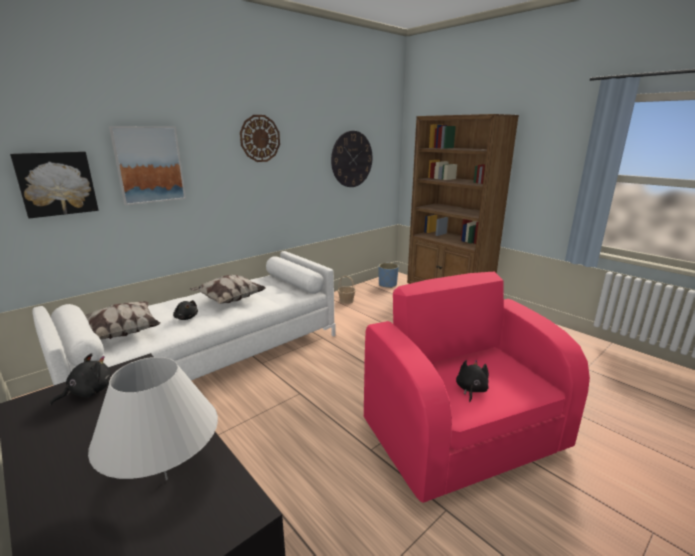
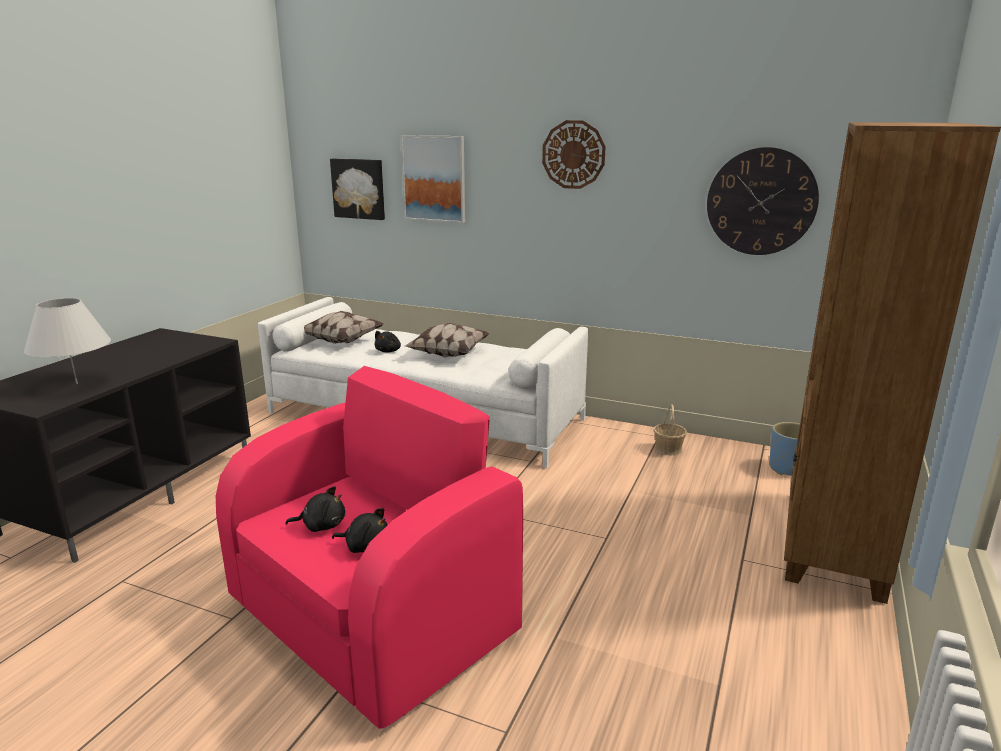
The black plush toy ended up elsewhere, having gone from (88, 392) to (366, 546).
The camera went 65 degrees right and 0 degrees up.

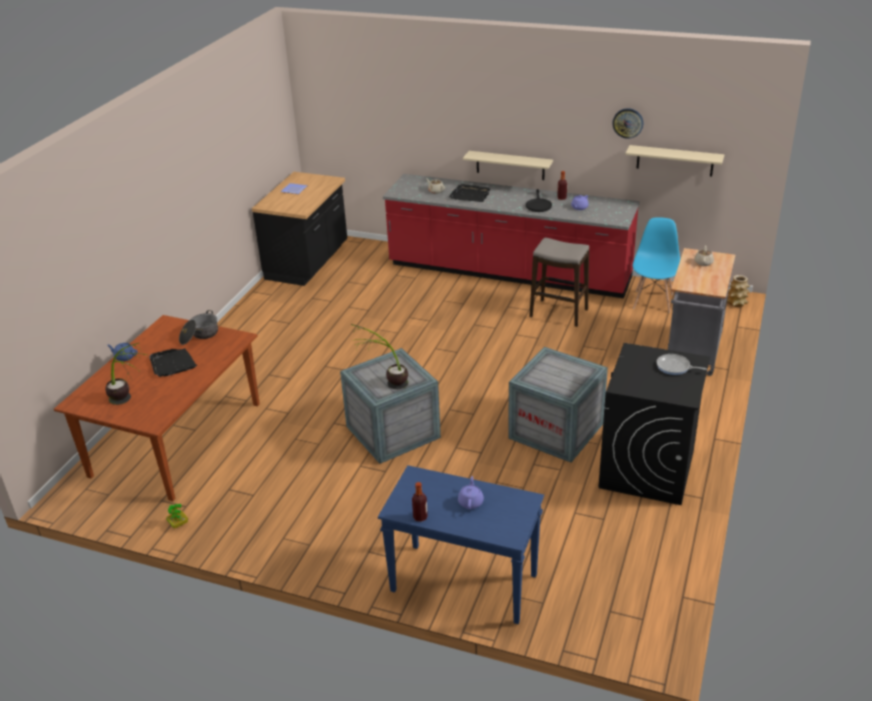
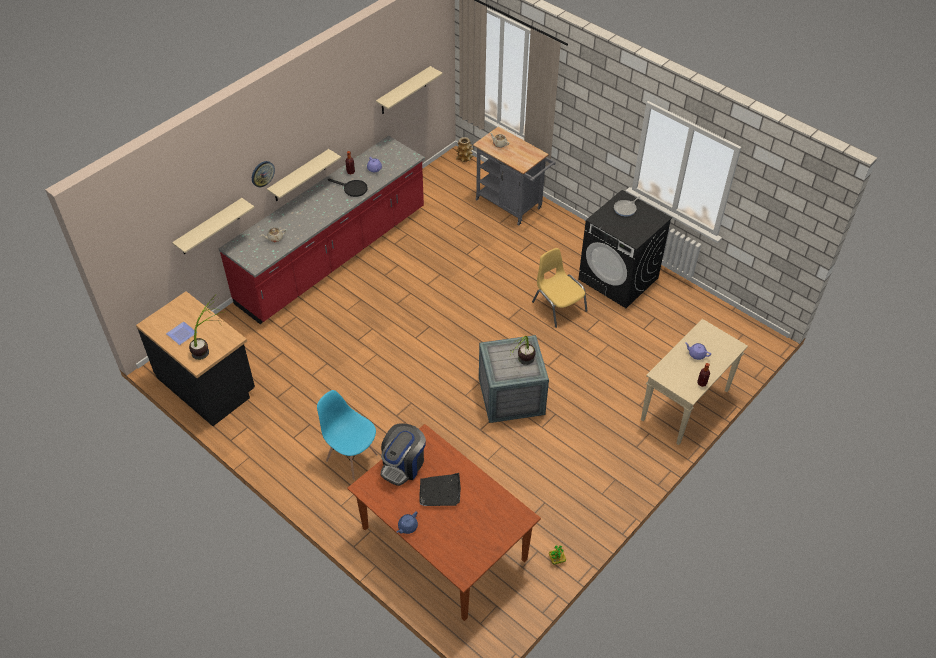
The potted plant ended up elsewhere, having gone from (130, 401) to (209, 347).
Where the cooking pot stood at (199, 335), the coffee machine came to stand at (403, 465).
What was the blue console table at (462, 583) turned into the beige console table at (685, 406).
The second view lost the black tray at (470, 195).
Where the crate stood at (557, 431), the yellow chair came to stand at (558, 306).
The second view lost the stool at (558, 313).
The wall clock ended up elsewhere, having gone from (628, 123) to (262, 173).
The blue chair ended up elsewhere, having gone from (653, 301) to (351, 457).
The second view gained the beige shelf at (209, 227).
The camera went 70 degrees left and 15 degrees up.

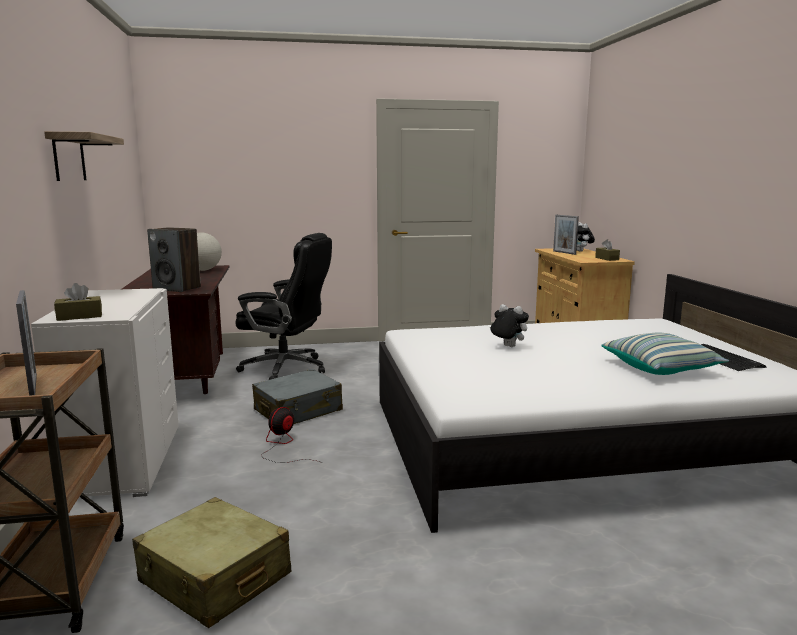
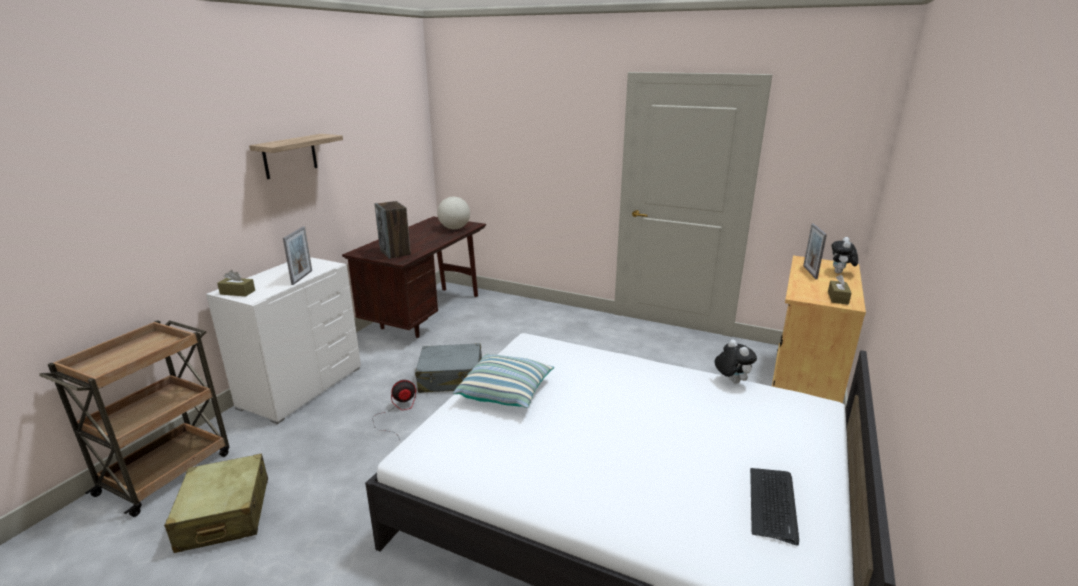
The picture frame ended up elsewhere, having gone from (33, 386) to (302, 277).
The second view lost the black office chair at (286, 368).
The plush toy ended up elsewhere, having gone from (507, 346) to (731, 381).
The pillow ended up elsewhere, having gone from (661, 368) to (505, 392).
The camera went 35 degrees right and 10 degrees up.

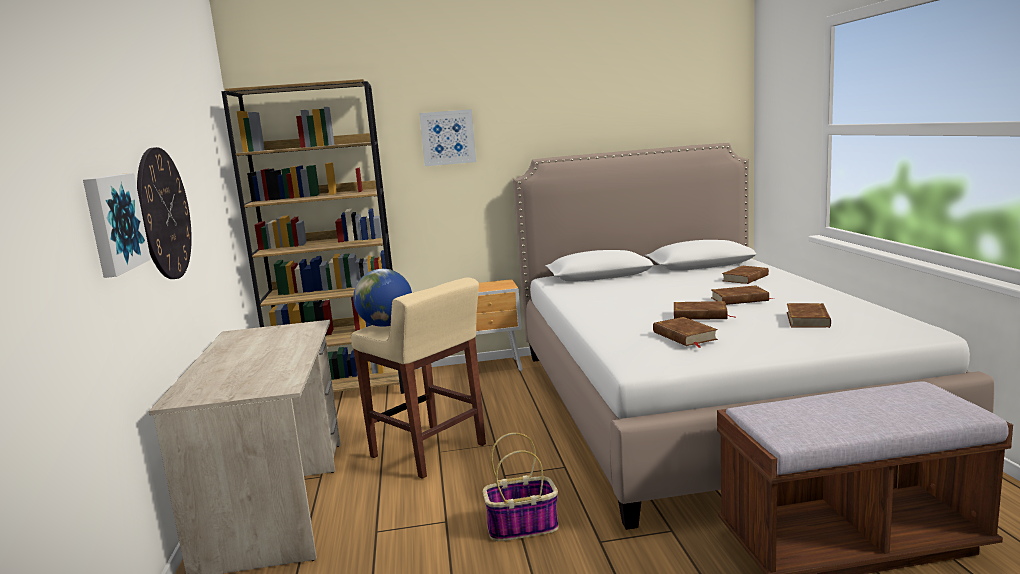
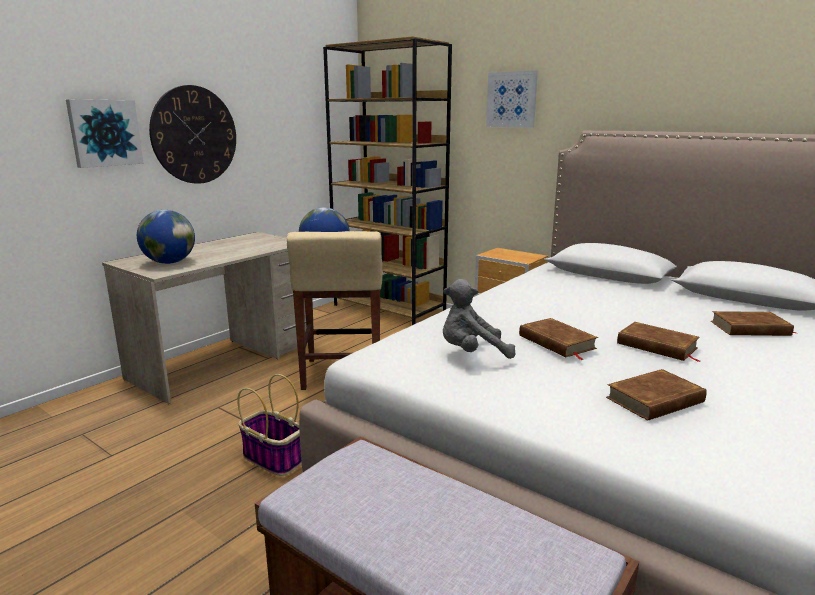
Where the brown book stood at (684, 336), the grey plush toy came to stand at (472, 353).
The second view gained the globe at (169, 262).
The camera went 45 degrees right and 5 degrees up.

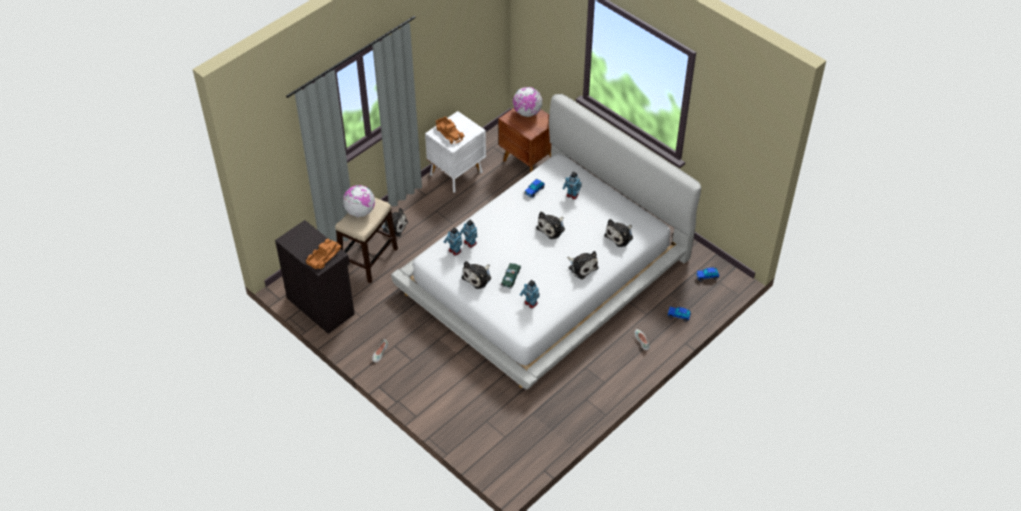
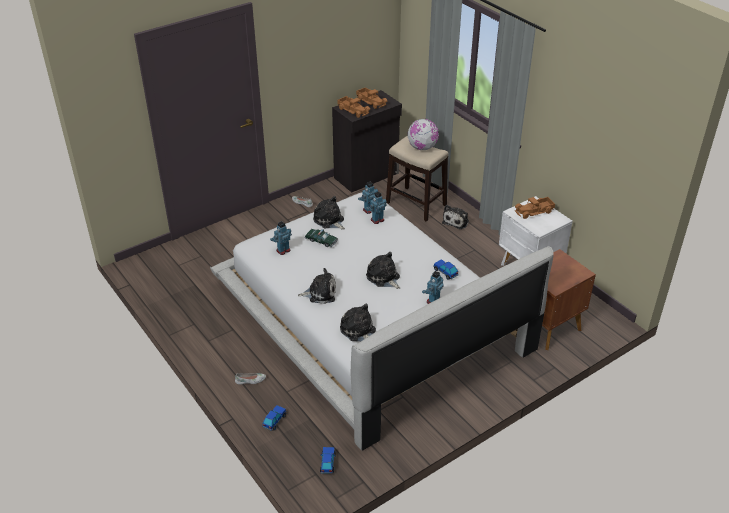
The second view lost the globe at (527, 112).
The plush toy at (582, 267) ended up facing another way, 150 degrees counterclockwise from before.
The second view gained the toy truck at (371, 101).
The camera went 100 degrees right and 10 degrees down.

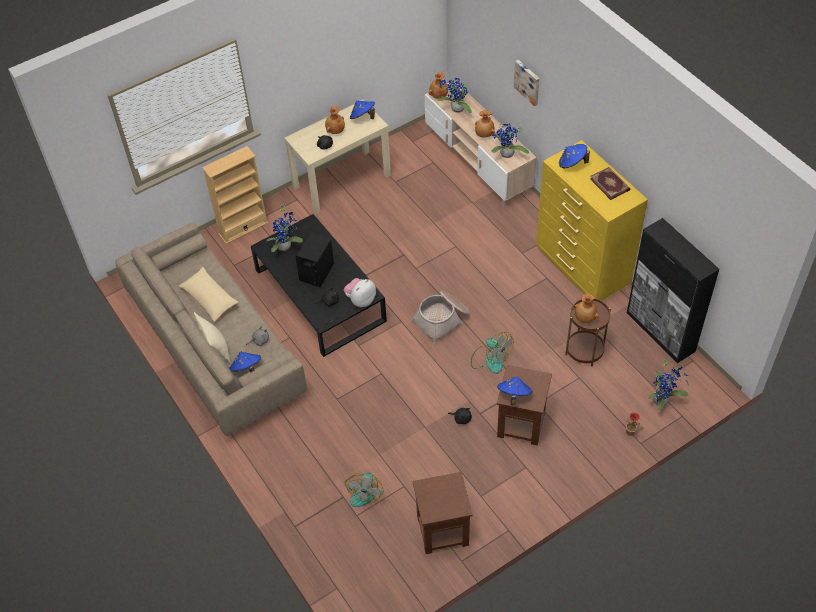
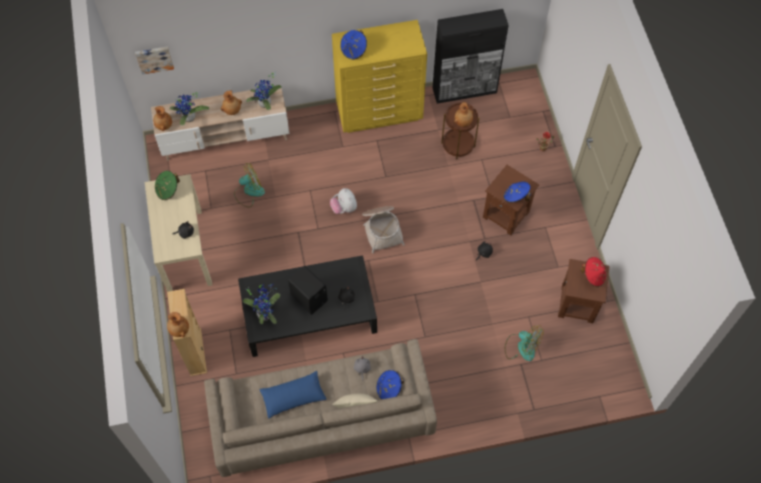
What was the beige pillow at (209, 298) turned into the blue pillow at (293, 396).
The brown vase ended up elsewhere, having gone from (335, 130) to (179, 330).
The plush toy ended up elsewhere, having gone from (361, 300) to (344, 208).
What was the blue hat at (363, 117) turned into the green hat at (167, 190).
The fan ended up elsewhere, having gone from (490, 359) to (249, 191).
The picture ended up elsewhere, having gone from (528, 82) to (154, 59).
The second view lost the book at (610, 184).
The second view lost the potted plant at (662, 399).
The second view gained the red hat at (593, 276).
The camera went 70 degrees left and 10 degrees up.

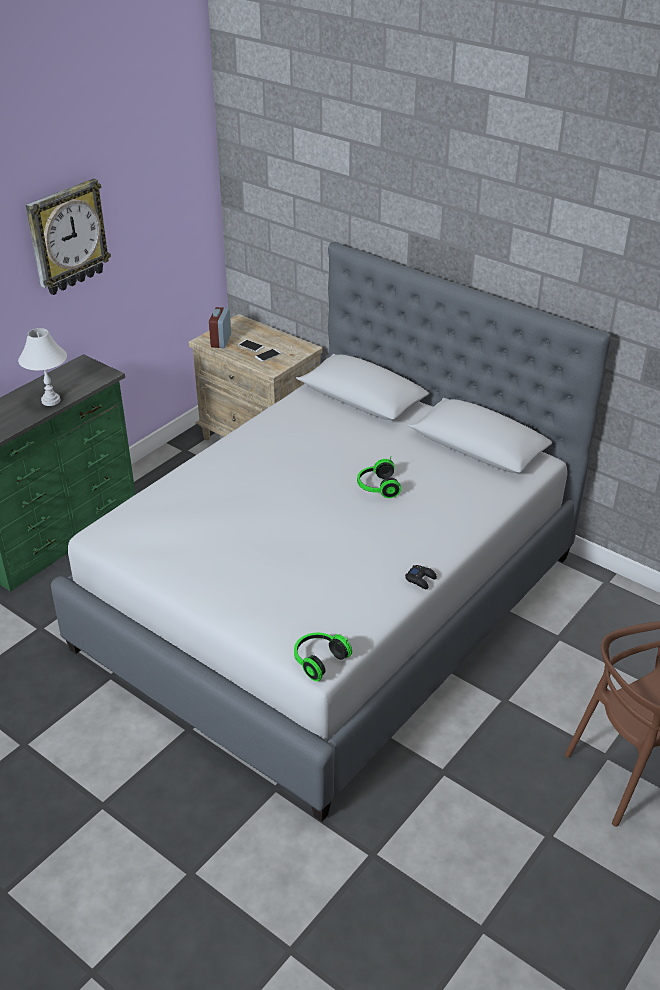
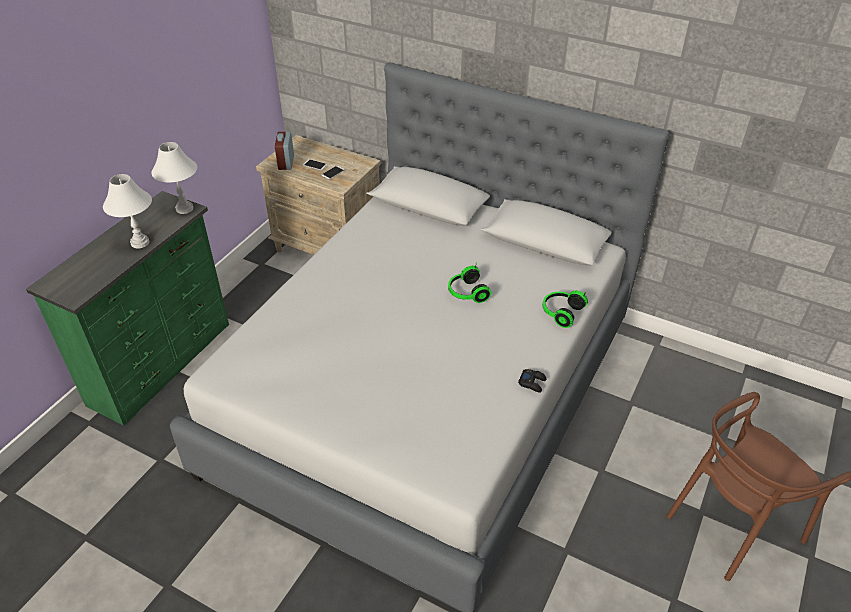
The second view lost the wall clock at (67, 237).
The headphones ended up elsewhere, having gone from (318, 660) to (561, 312).
The second view gained the white table lamp at (185, 208).
The camera went 10 degrees left and 5 degrees up.

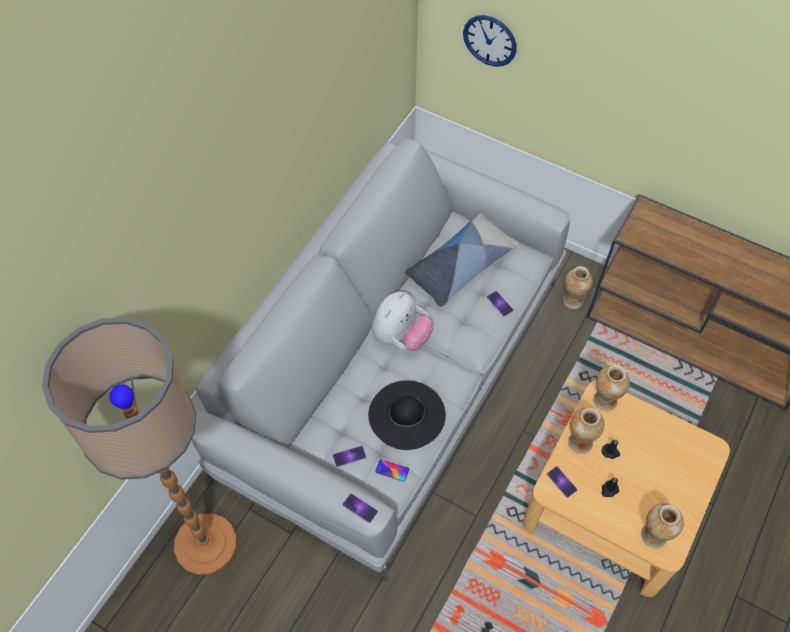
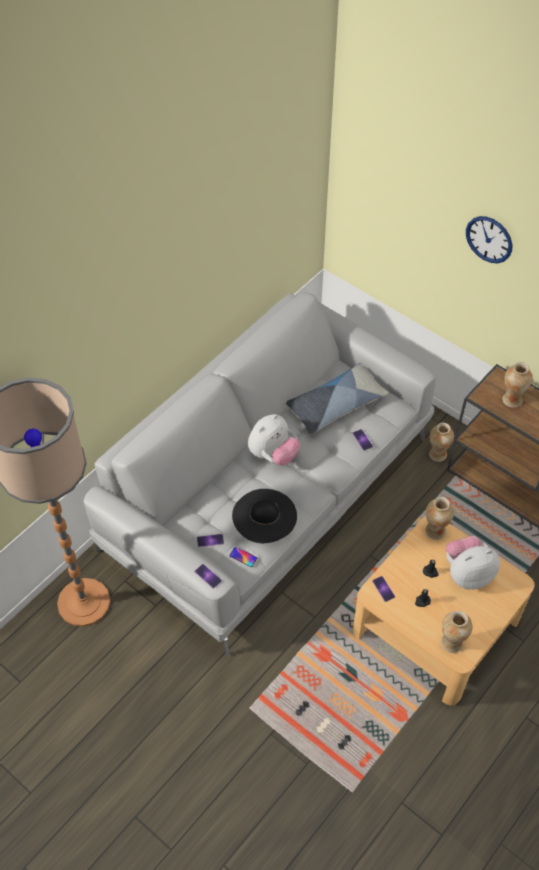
The wall clock ended up elsewhere, having gone from (490, 40) to (489, 239).
The vase ended up elsewhere, having gone from (579, 442) to (511, 400).
The second view gained the plush toy at (467, 573).
The camera went 10 degrees right and 5 degrees down.

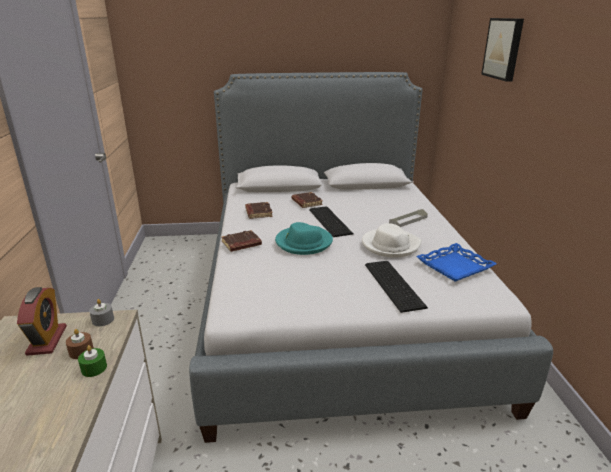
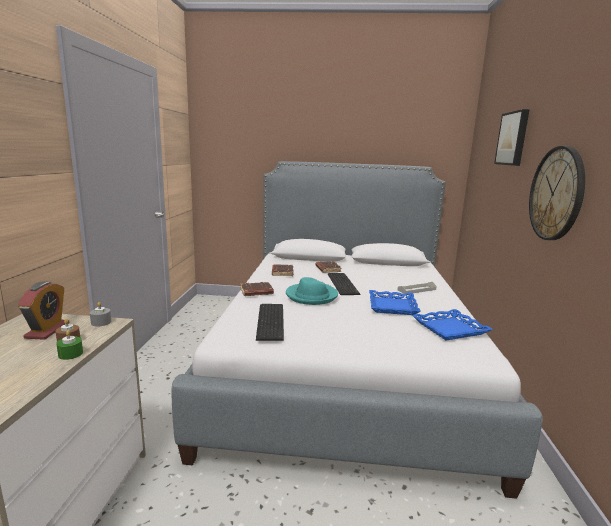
Where the white hat stood at (390, 245), the blue tray came to stand at (392, 306).
The keyboard ended up elsewhere, having gone from (395, 284) to (272, 321).
The second view gained the wall clock at (556, 194).
The camera went 10 degrees right and 10 degrees down.

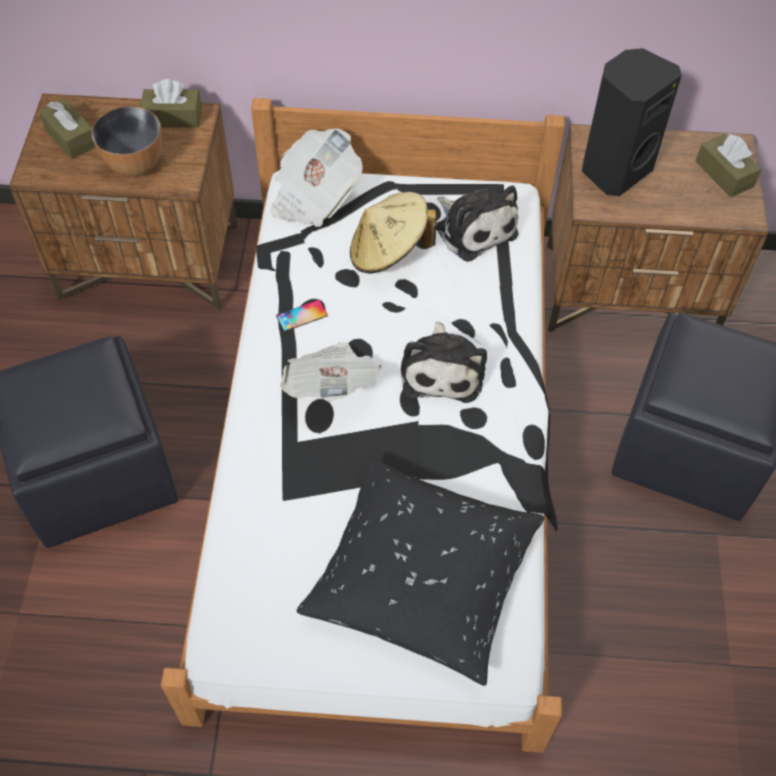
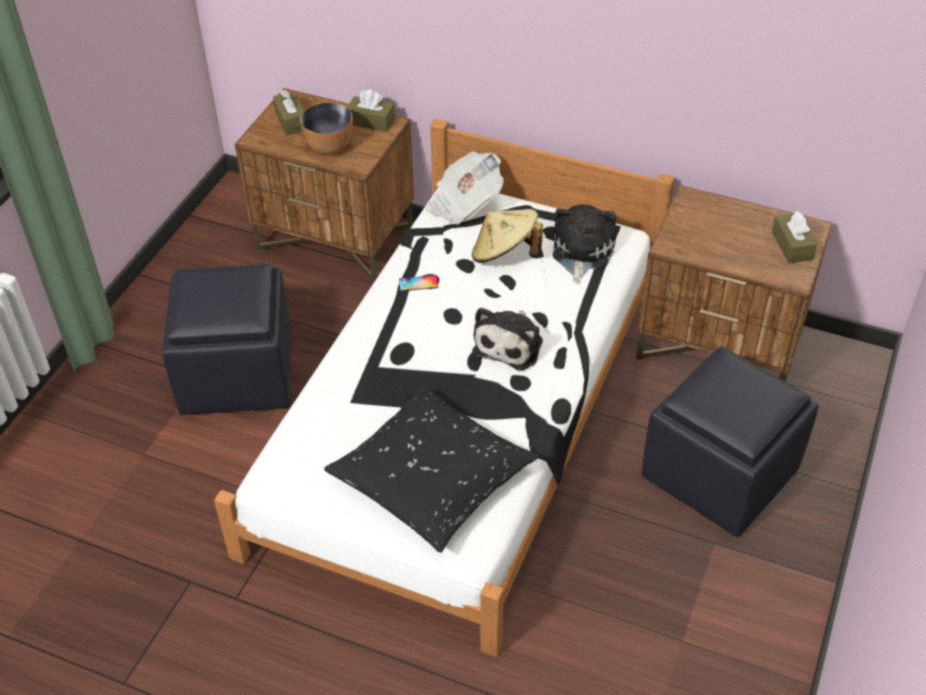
The second view lost the newspaper at (331, 386).
The plush toy at (473, 228) ended up facing another way, 150 degrees counterclockwise from before.
The second view lost the black speaker at (614, 170).
The camera went 20 degrees right and 10 degrees down.

